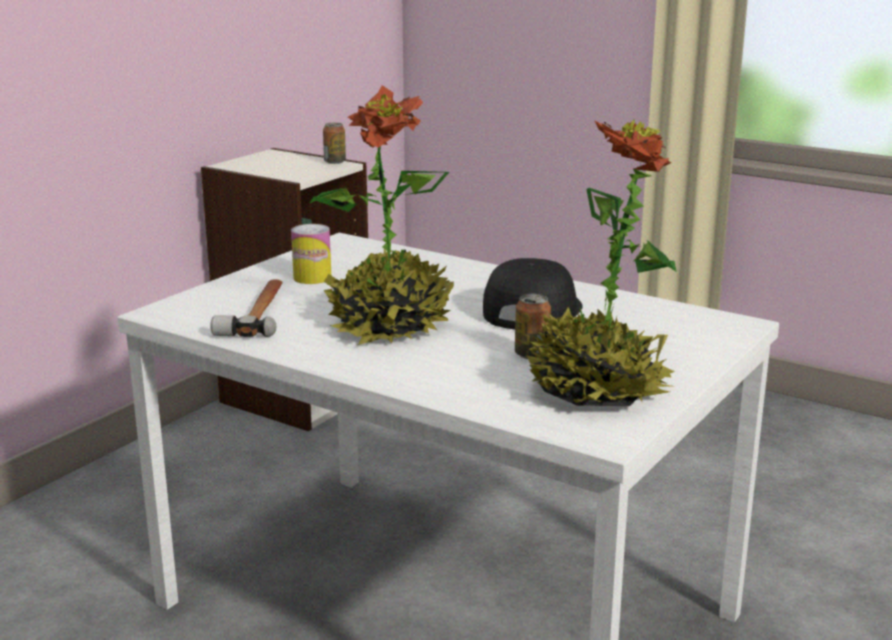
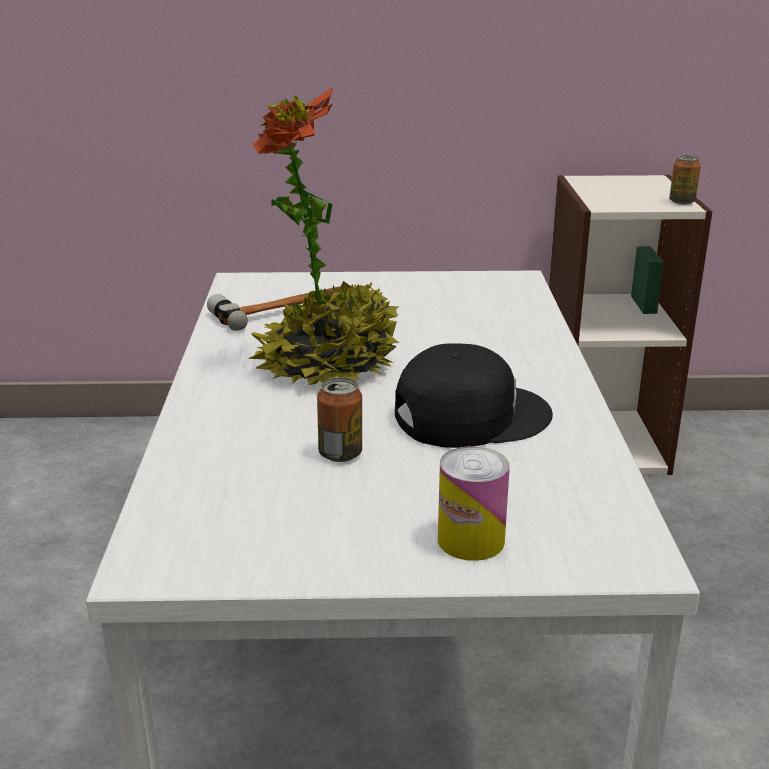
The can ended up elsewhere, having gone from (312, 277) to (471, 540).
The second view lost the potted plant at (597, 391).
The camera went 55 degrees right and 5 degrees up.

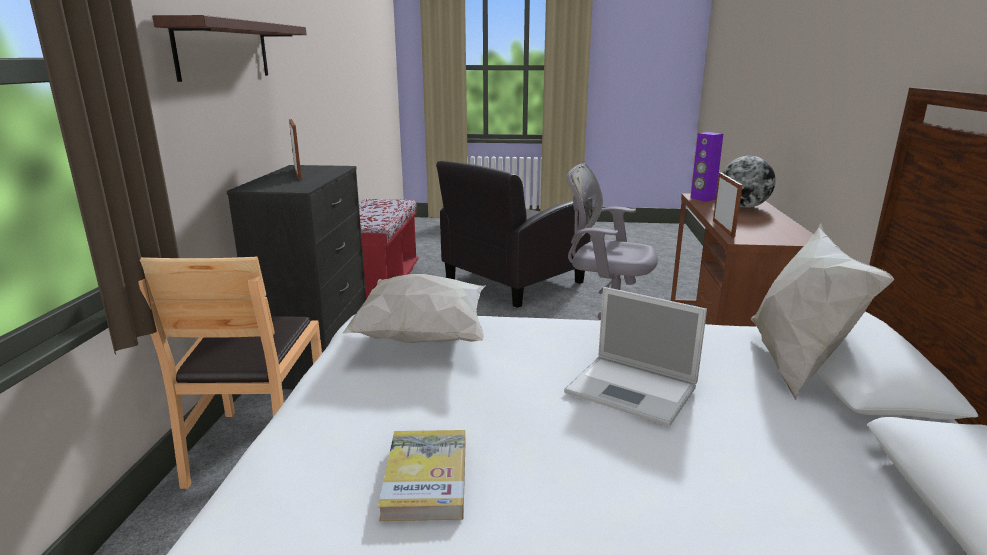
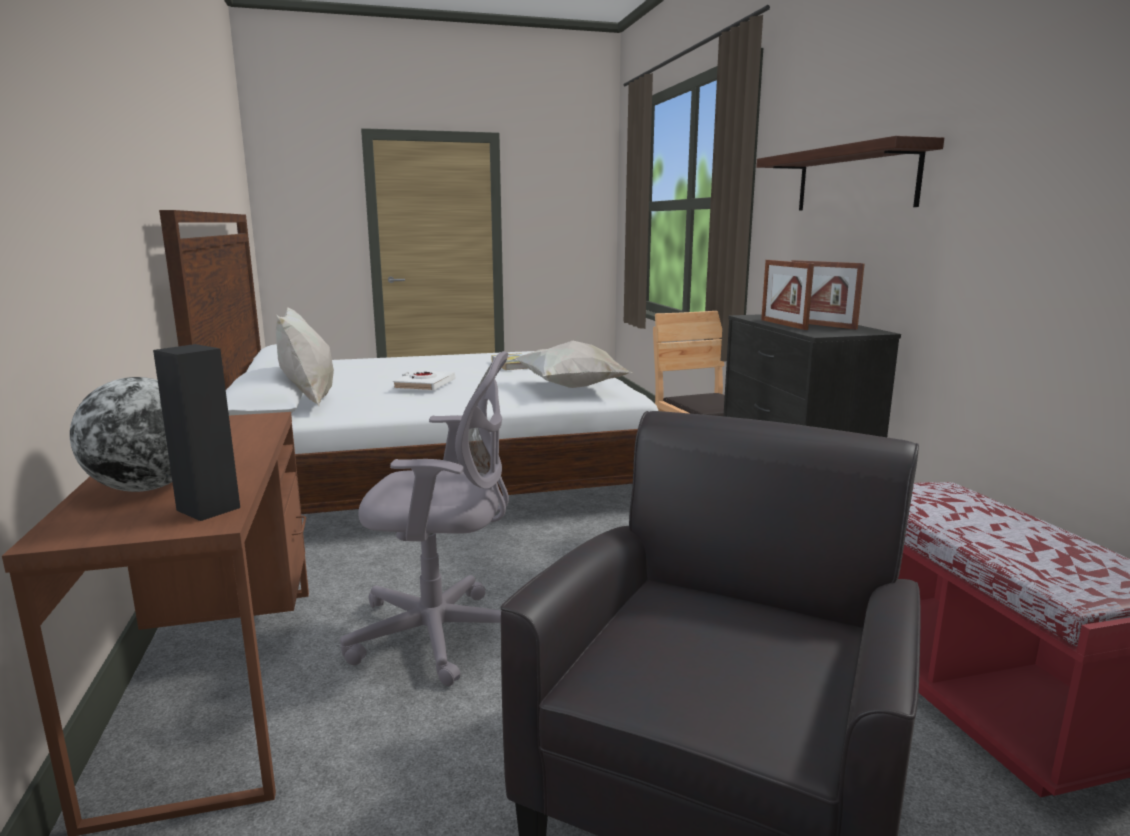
Where the laptop stood at (633, 390), the white book came to stand at (424, 385).
What was the purple speaker at (702, 199) turned into the black speaker at (209, 508).
The picture frame ended up elsewhere, having gone from (723, 228) to (783, 324).
The camera went 160 degrees right and 5 degrees down.

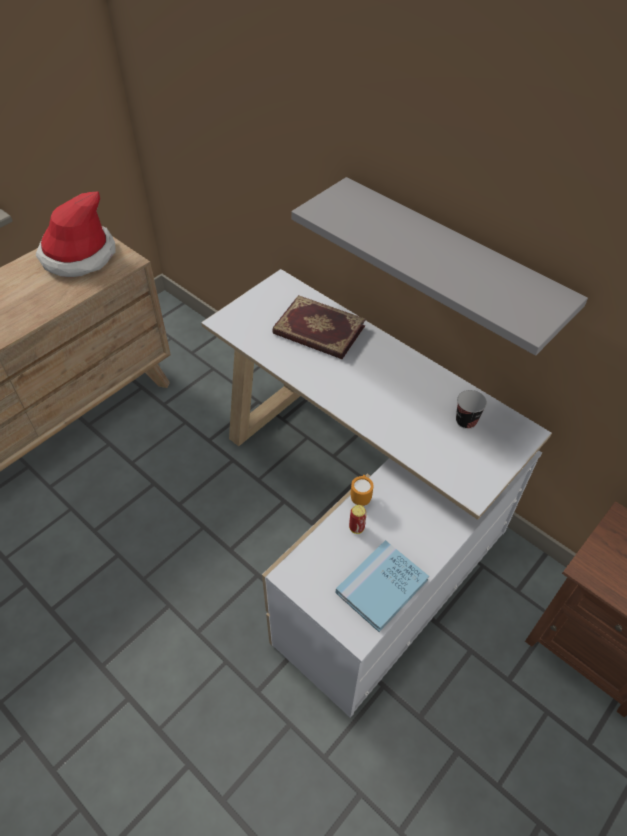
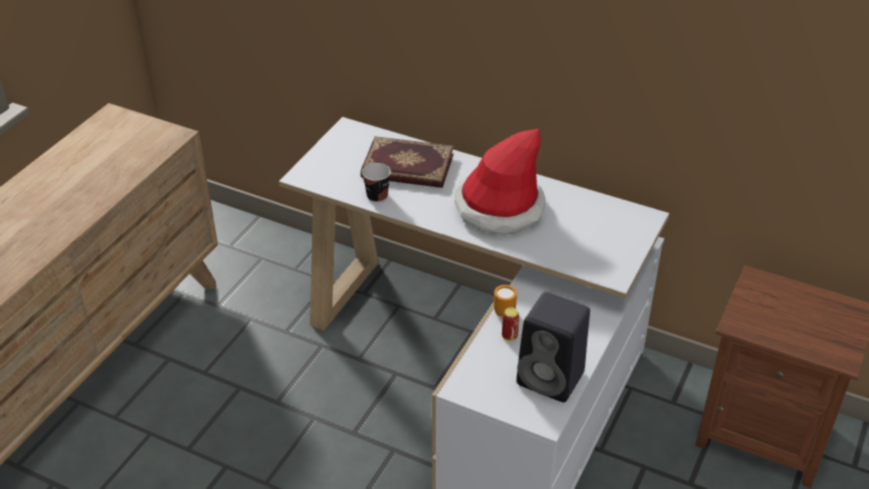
The hat ended up elsewhere, having gone from (78, 255) to (499, 208).
The second view lost the grey shelf at (450, 260).
Where the blue book stood at (382, 586), the black speaker came to stand at (552, 379).
The cup ended up elsewhere, having gone from (466, 421) to (377, 196).
The camera went 15 degrees left and 10 degrees down.

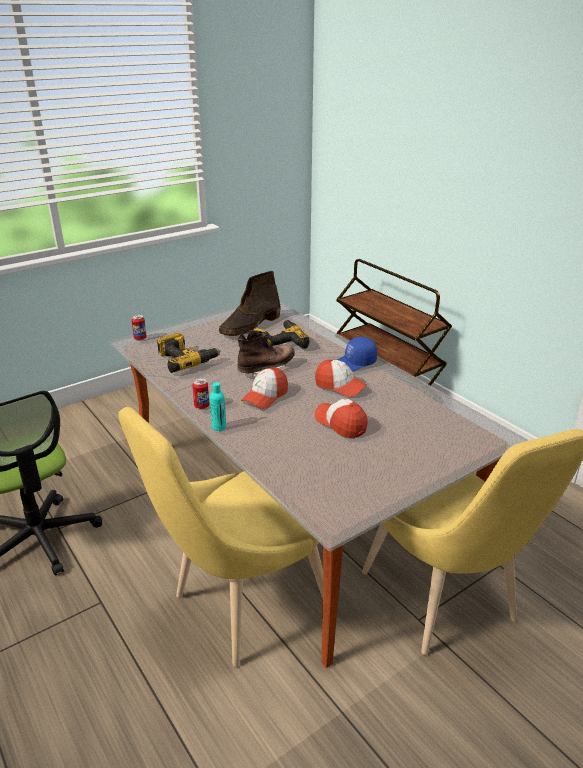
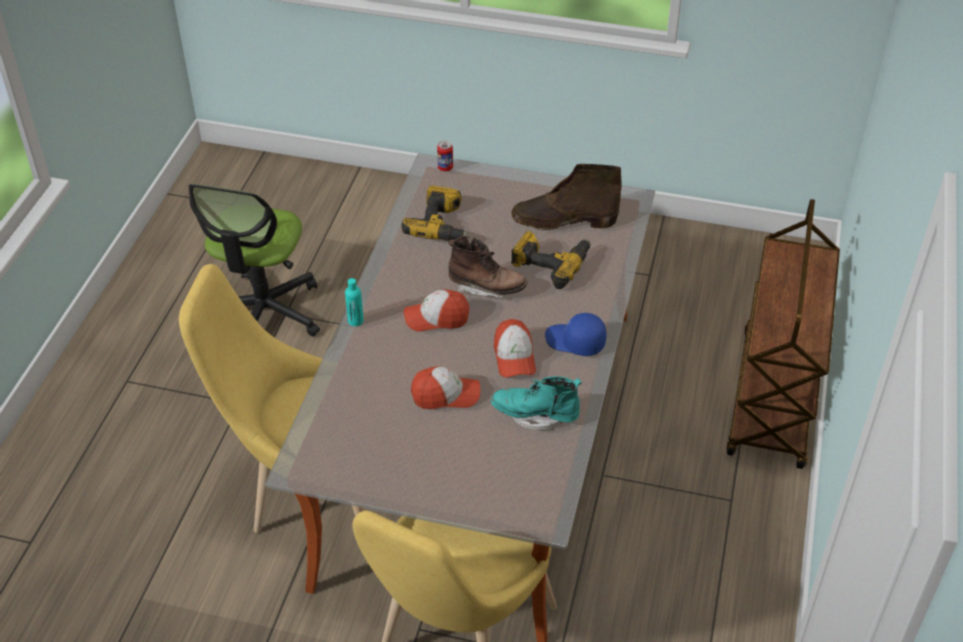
The second view lost the can at (201, 406).
The cap at (341, 423) ended up facing another way, 75 degrees clockwise from before.
The second view gained the turquoise boot at (535, 415).
The camera went 50 degrees right and 15 degrees up.

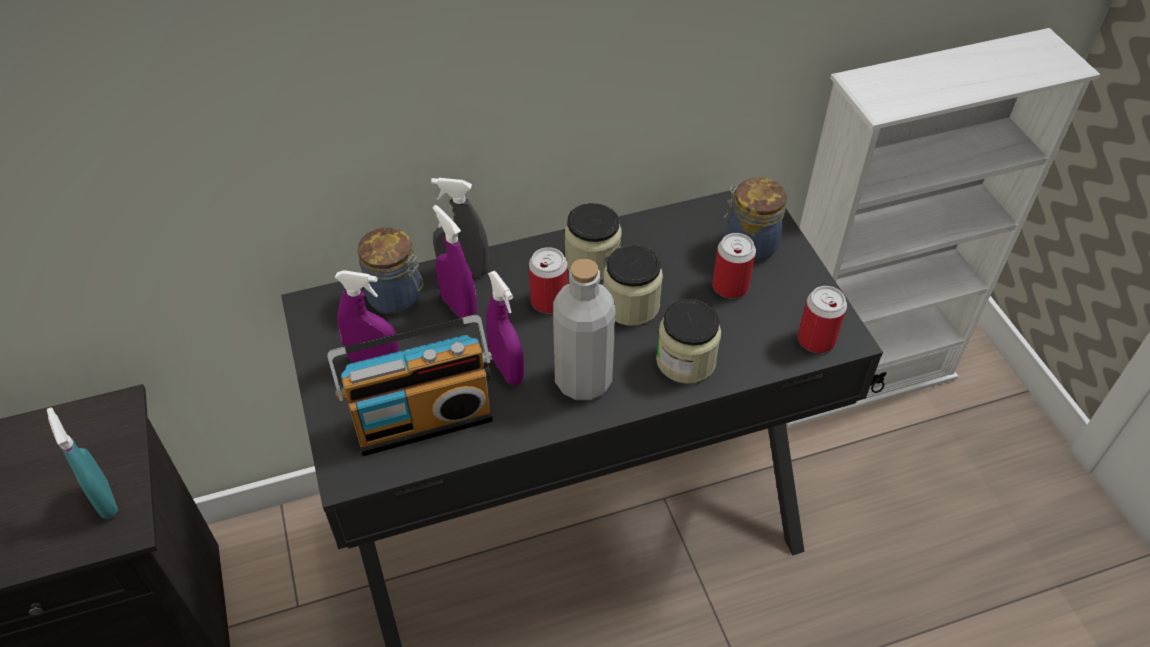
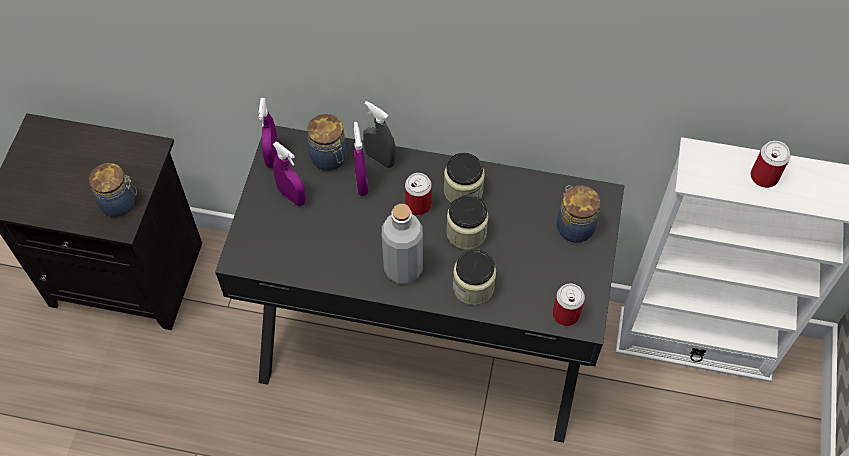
Where the turquoise spray bottle stood at (105, 500), the jar came to stand at (120, 203).
The second view lost the radio at (422, 418).
The purple spray bottle ended up elsewhere, having gone from (506, 369) to (272, 156).
The can ended up elsewhere, having gone from (730, 286) to (764, 177).
The camera went 30 degrees right and 10 degrees up.

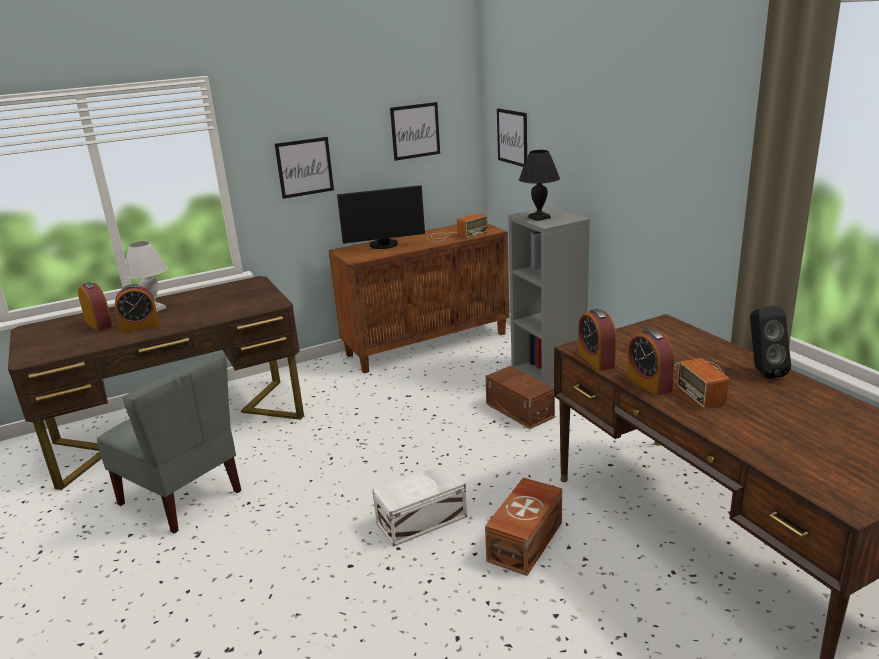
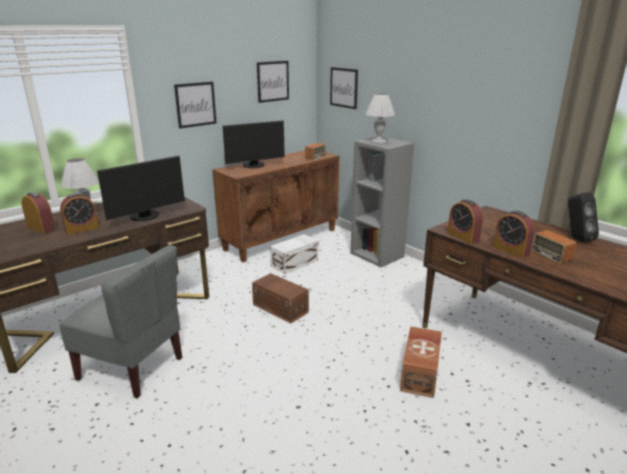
The white storage box ended up elsewhere, having gone from (423, 520) to (295, 263).
The brown storage box ended up elsewhere, having gone from (519, 410) to (280, 308).
What was the black table lamp at (539, 218) turned into the white table lamp at (379, 142).
The second view gained the monitor at (146, 216).
The camera went 15 degrees left and 0 degrees up.

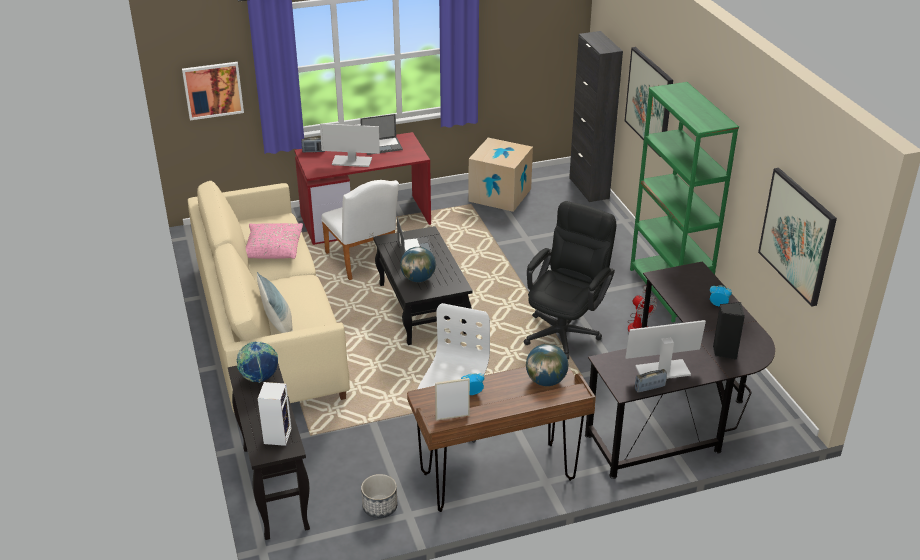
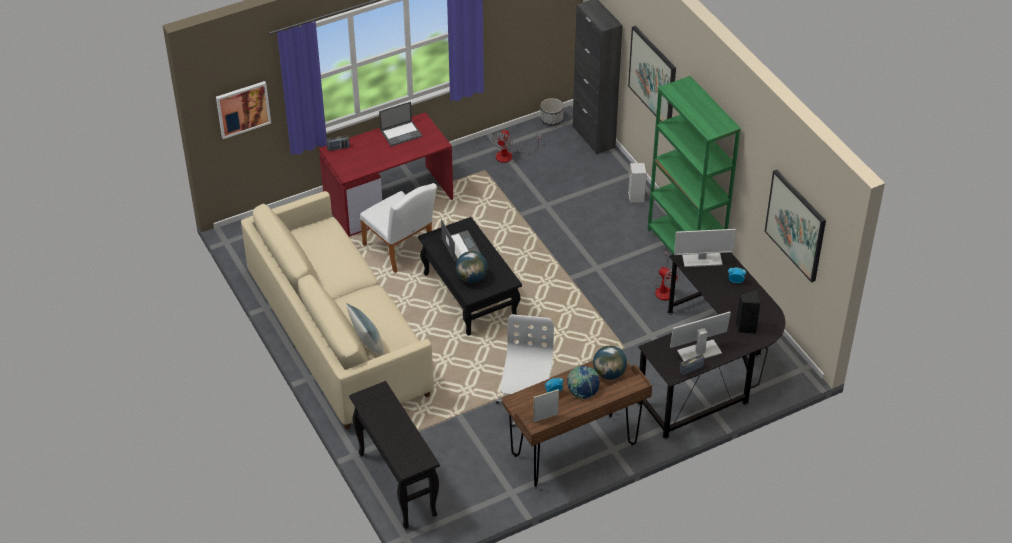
The globe ended up elsewhere, having gone from (259, 378) to (582, 393).
The second view lost the pink pillow at (272, 249).
The speaker ended up elsewhere, having gone from (277, 435) to (635, 196).
The monitor ended up elsewhere, having gone from (351, 161) to (701, 260).
The planter ended up elsewhere, having gone from (380, 507) to (551, 120).
Where the cardboard box stood at (500, 195), the fan came to stand at (510, 155).
The second view lost the black office chair at (565, 329).
The camera went 10 degrees left and 10 degrees up.

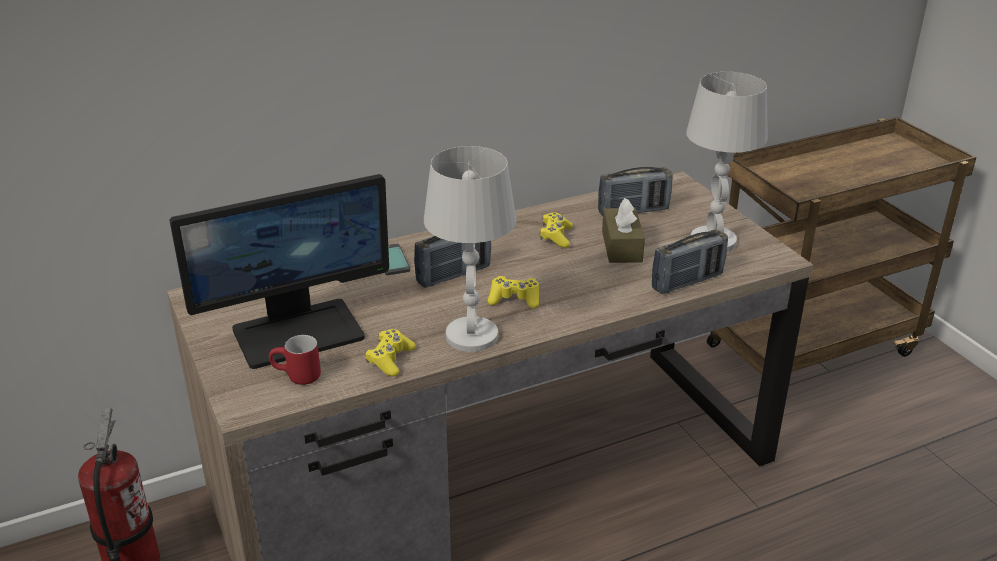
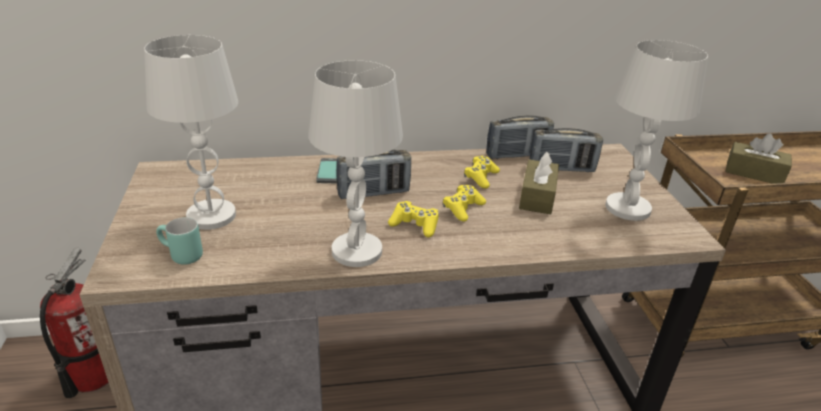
Where the monitor stood at (298, 332), the white table lamp came to stand at (212, 216).
What was the red mug at (296, 378) turned into the turquoise mug at (180, 256).
The yellow game controller ended up elsewhere, having gone from (390, 359) to (463, 208).
The radio ended up elsewhere, having gone from (687, 282) to (517, 155).
The second view gained the brown tissue box at (754, 173).
The camera went 15 degrees right and 0 degrees up.

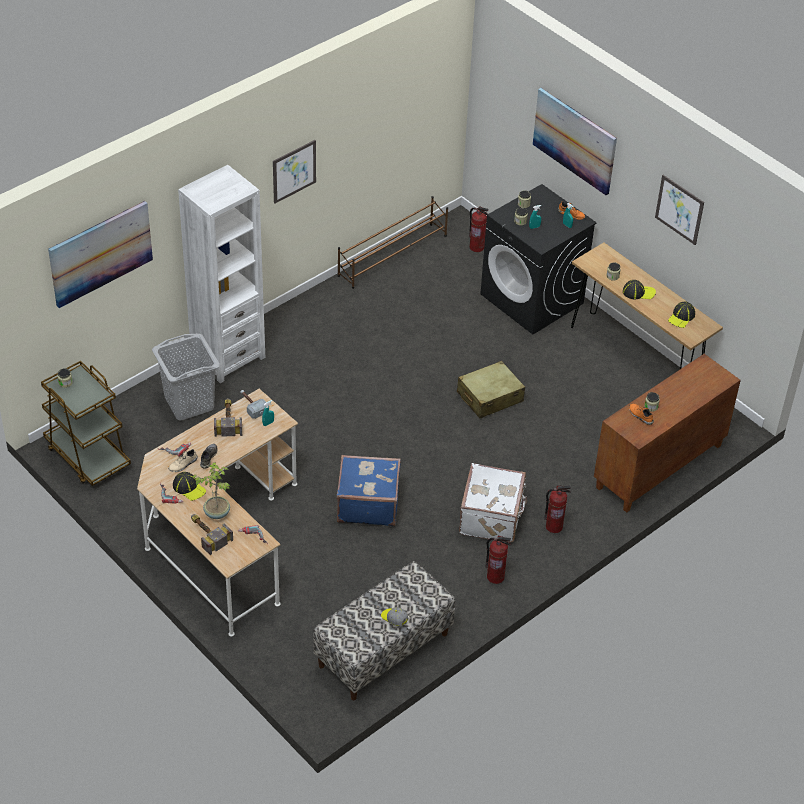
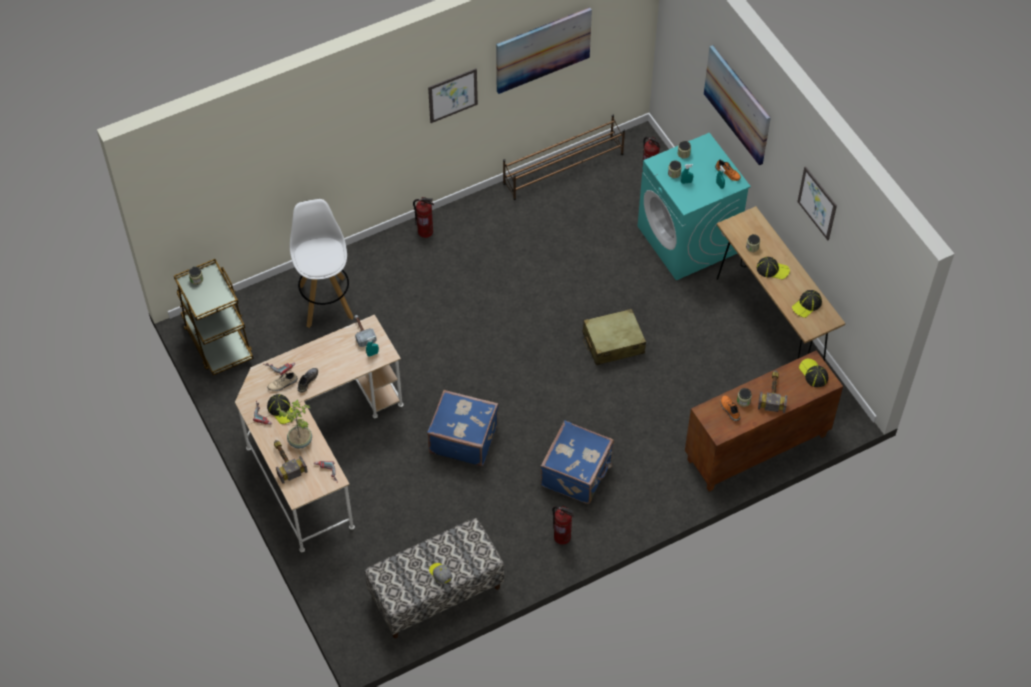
The picture ended up elsewhere, having gone from (100, 253) to (542, 49).
Where the grey laundry basket stood at (189, 403), the white stool came to stand at (325, 300).
The second view lost the white bookcase at (228, 357).
The hammer ended up elsewhere, having gone from (228, 419) to (773, 392).
What was the white suitcase at (492, 517) turned into the blue suitcase at (577, 473).
What was the black washing machine at (532, 299) turned into the turquoise washing machine at (688, 240).
The fire extinguisher ended up elsewhere, having gone from (554, 526) to (425, 231).
The second view gained the cap at (813, 374).
The camera went 15 degrees right and 10 degrees up.

